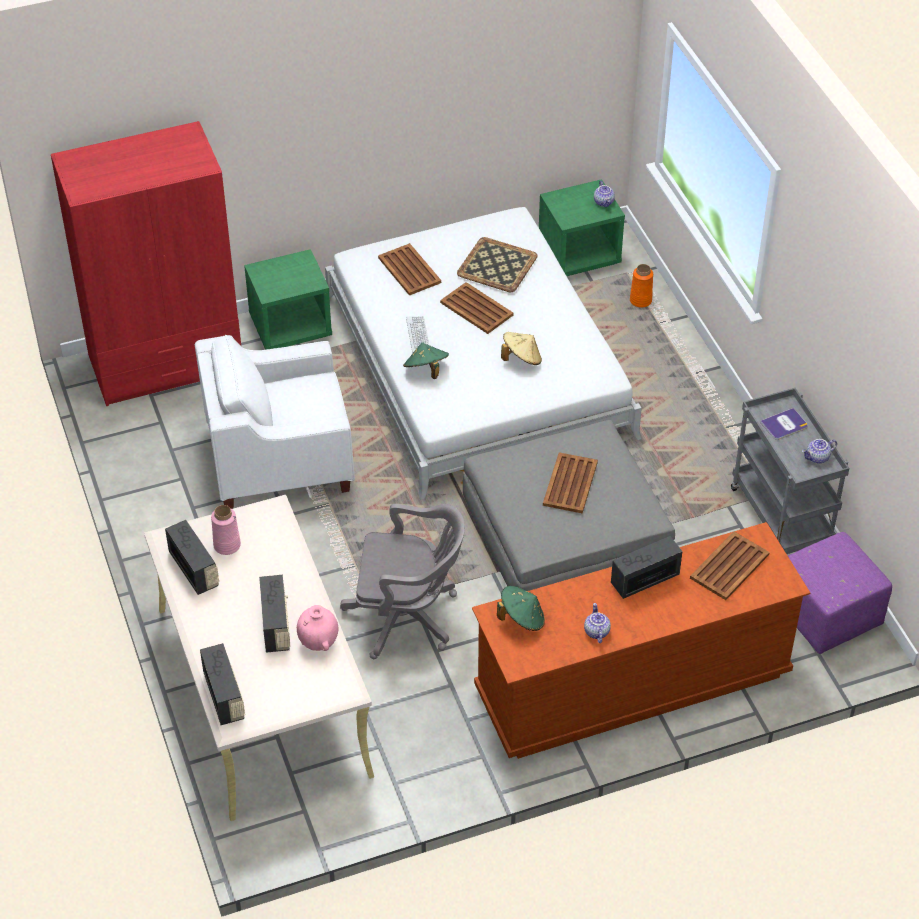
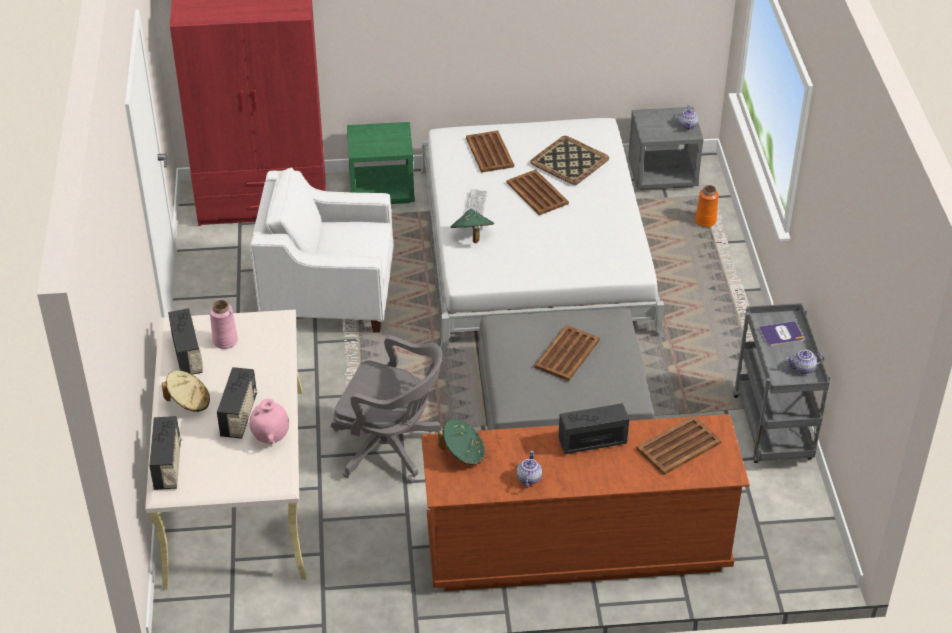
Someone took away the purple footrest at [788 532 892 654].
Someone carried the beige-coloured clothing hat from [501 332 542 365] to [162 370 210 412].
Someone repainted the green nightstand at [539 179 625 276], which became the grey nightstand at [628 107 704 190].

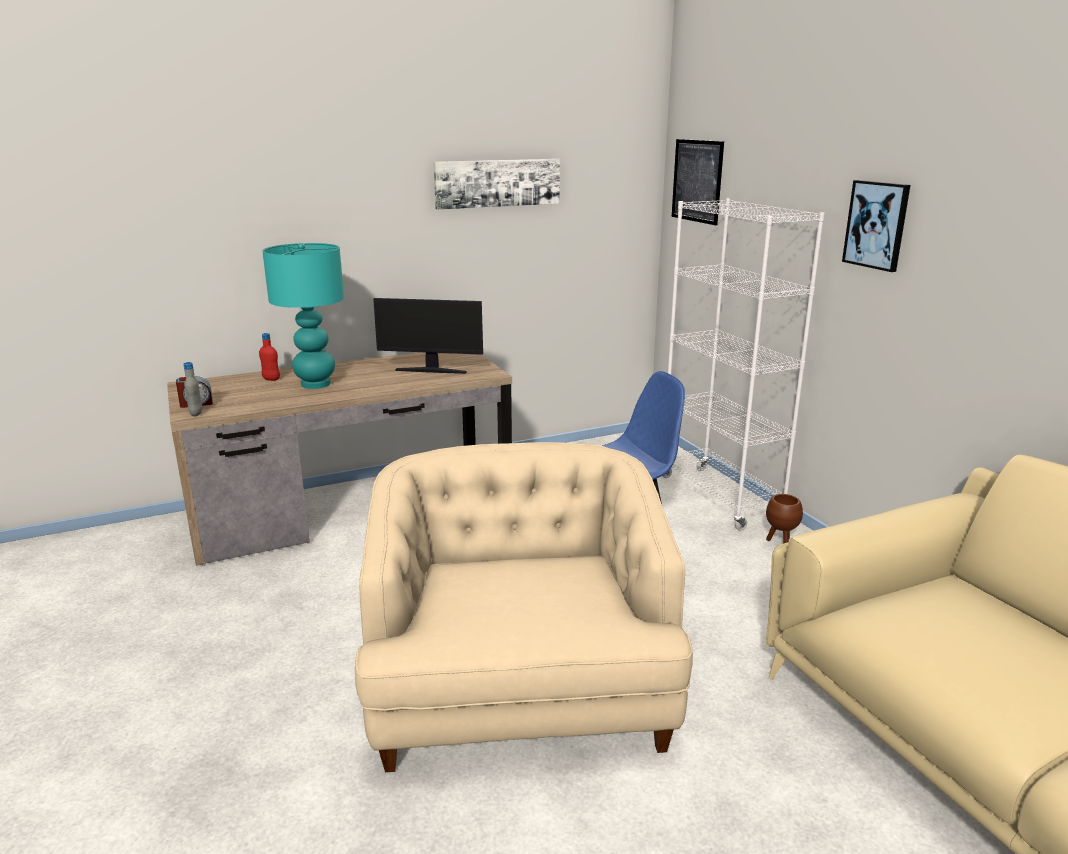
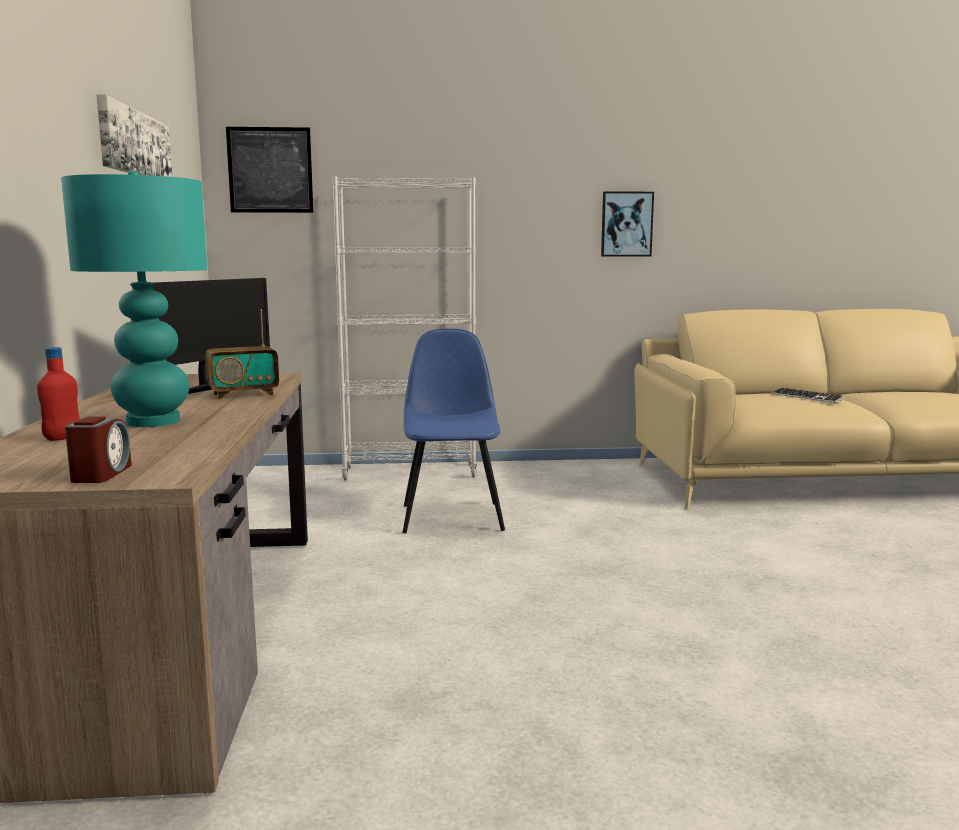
Someone took away the grey beverage bottle at [183 362 203 416].
Someone took away the beige-coloured armchair at [355 442 693 772].
Someone took away the brown-coloured plant pot at [766 494 803 543].
Someone put down the radio receiver at [205 309 279 399].
Someone put down the keyboard at [772 388 845 403].
Someone carried the wall art from [842 180 911 272] to [601 191 654 257].

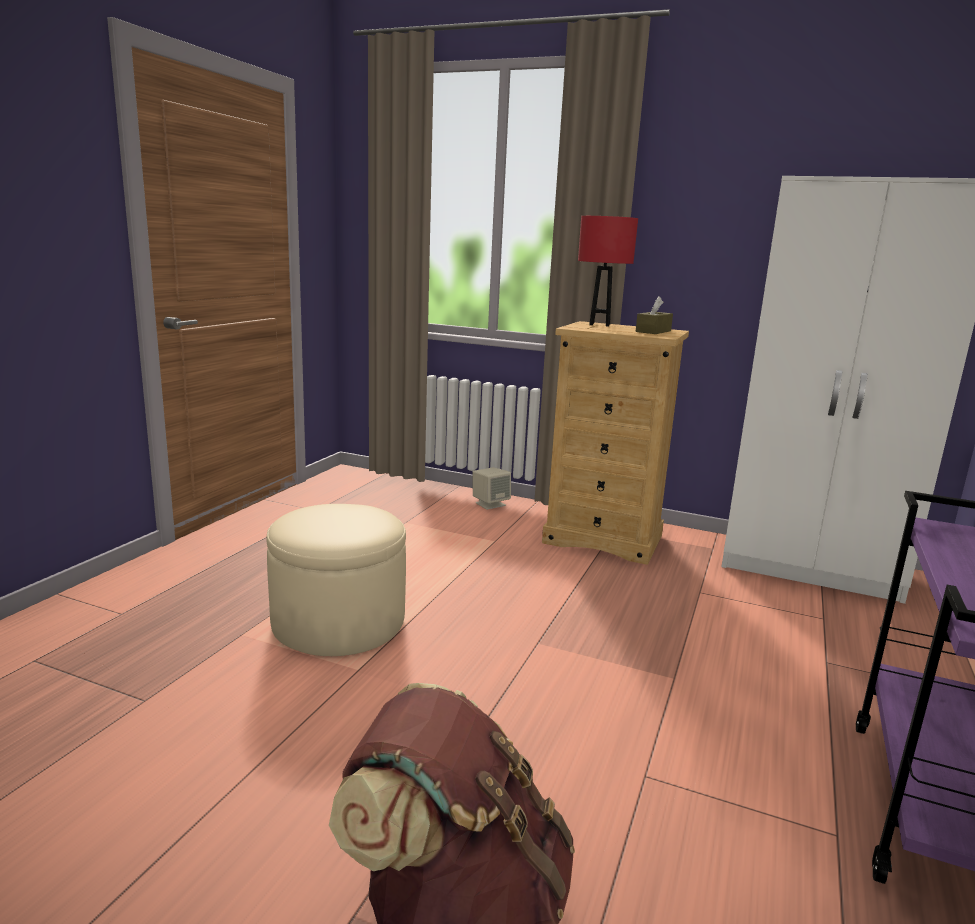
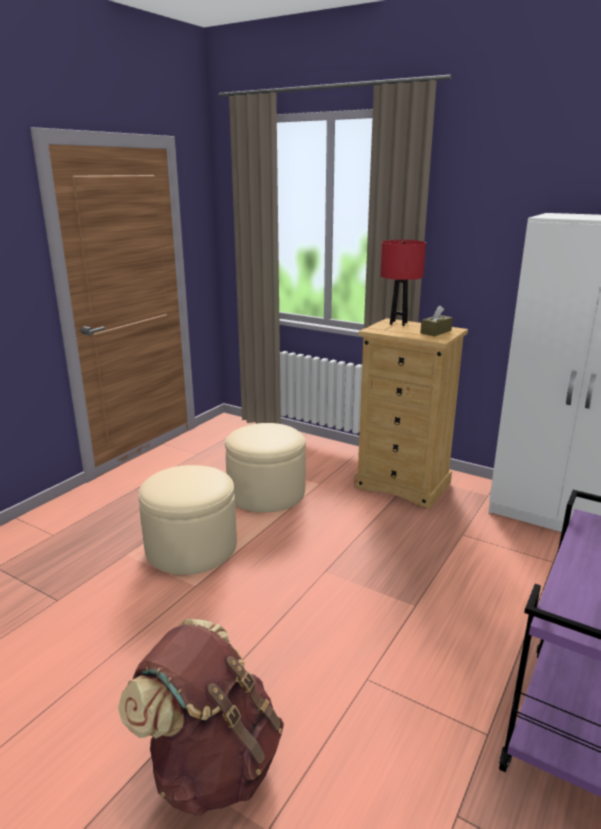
Someone took away the beige-coloured loudspeaker at [473 467 511 510].
Someone put down the beige-coloured footrest at [225 423 306 512].

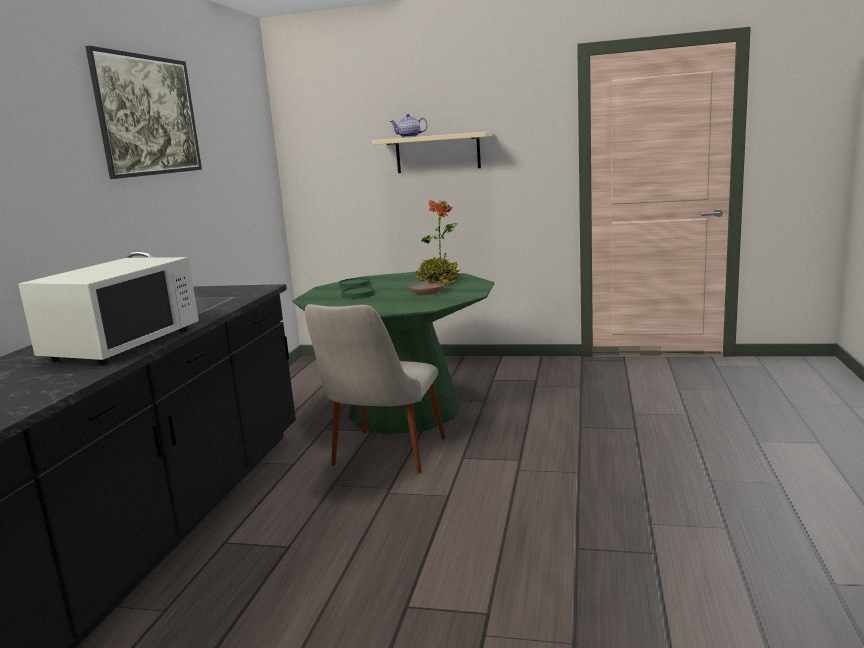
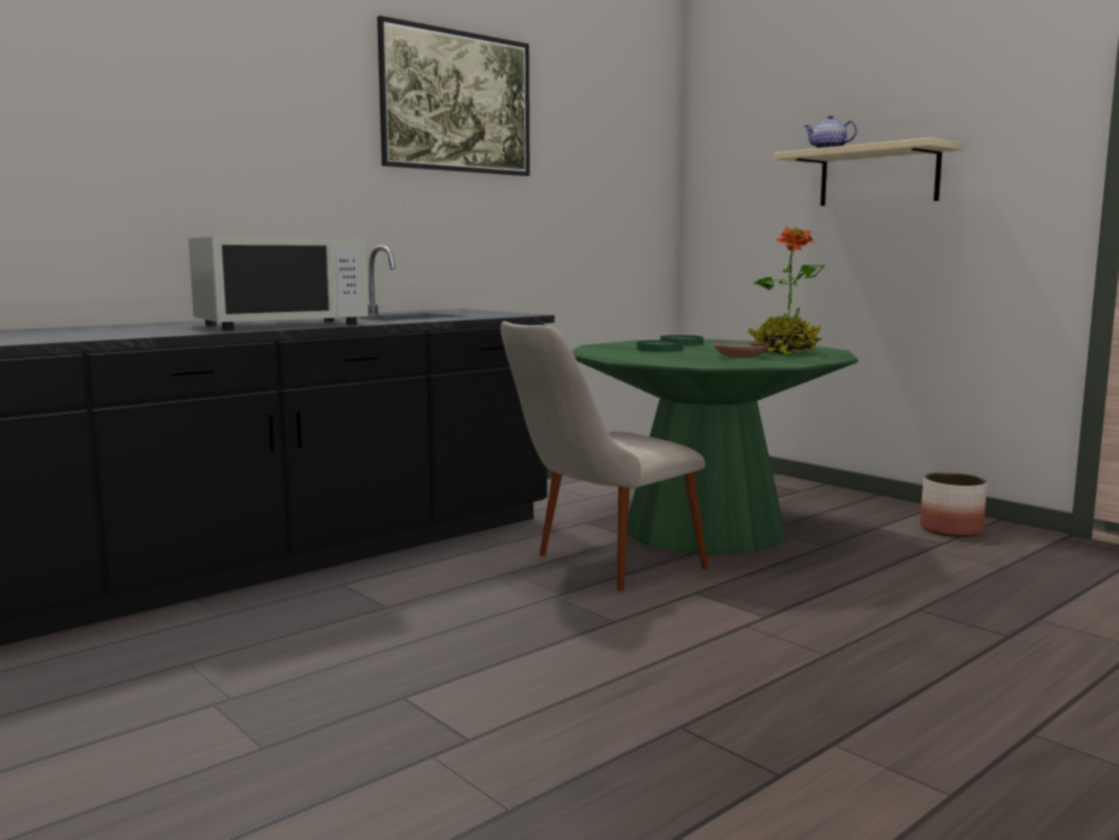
Someone put down the plant pot at [920 472 987 537].

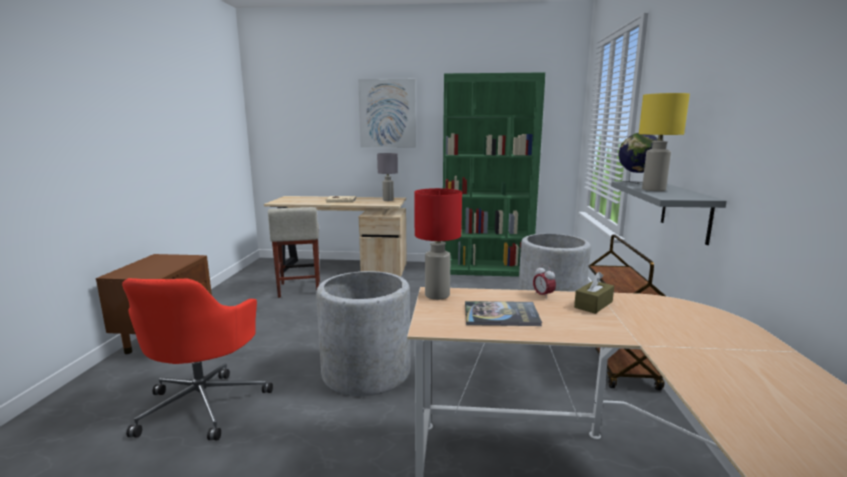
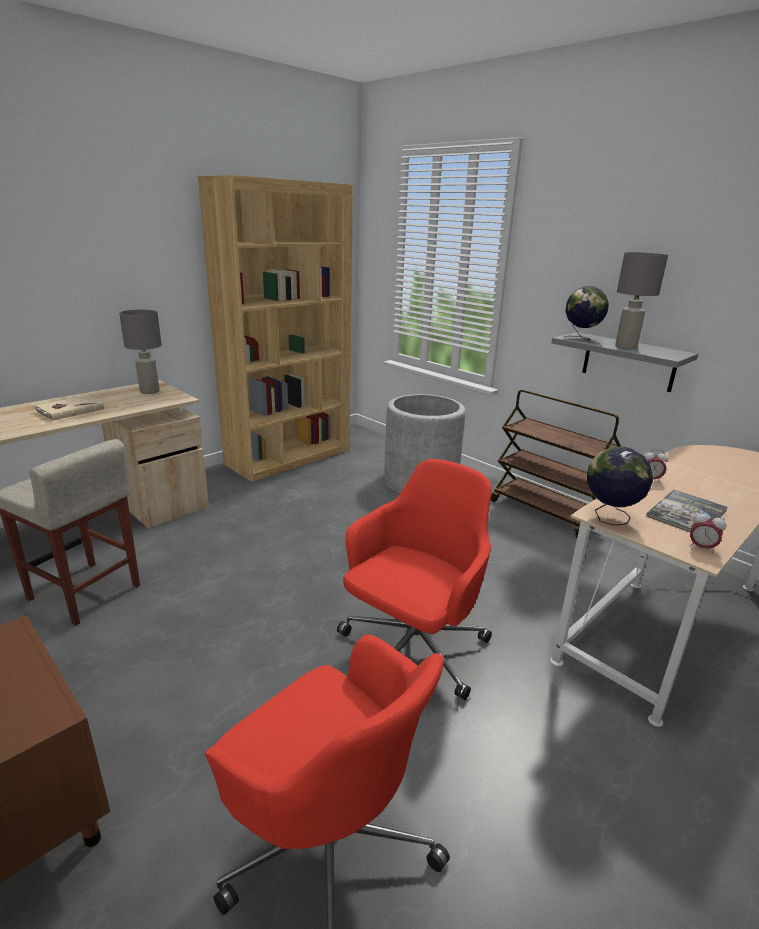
Someone took away the wall art at [358 79 416 148].
Someone took away the brown-coloured box of tissues at [574 272 614 314].
Someone put down the table clock at [690 511 727 553].
Someone swapped the grey plant pot at [316 271 410 396] for the red-coloured office chair at [337 459 492 700].
Someone swapped the red-coloured tabletop lamp at [414 188 462 300] for the world globe at [587 446 653 525].
Someone repainted the green shelving unit at [443 72 545 277], which became the brown-coloured shelving unit at [198 175 353 482].
Someone repainted the yellowish tabletop lamp at [639 93 690 191], which became the grey tabletop lamp at [615 252 668 350].

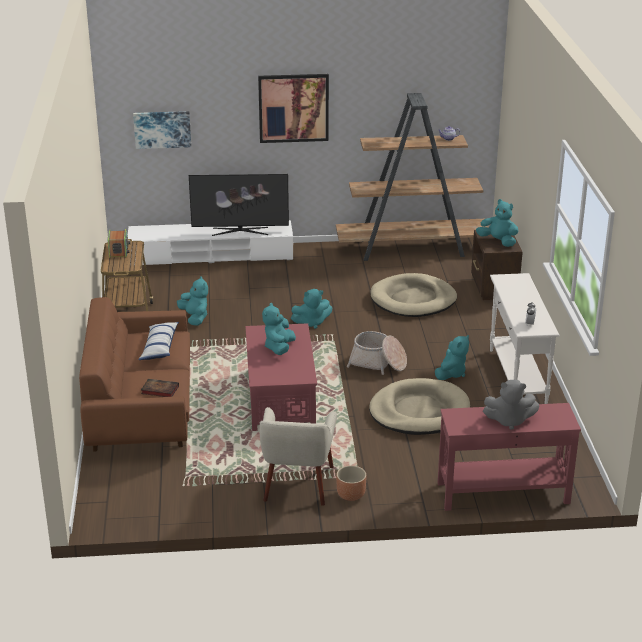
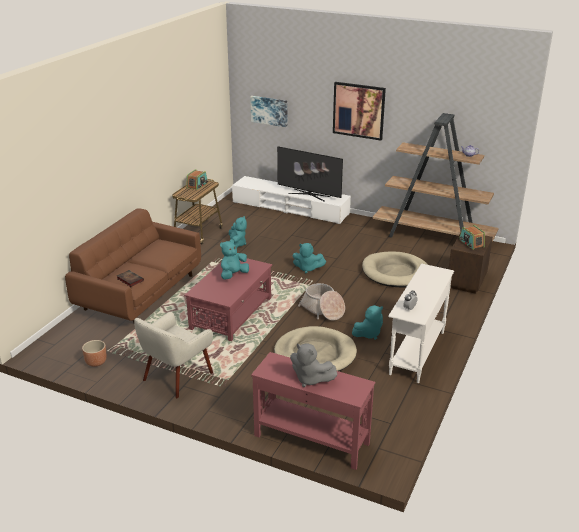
Someone took away the pillow at [138 322 179 360].
Someone carried the brown-coloured plant pot from [336 465 367 501] to [82 340 107 367].
Someone swapped the turquoise-coloured soft toy at [476 199 518 247] for the radio receiver at [459 225 485 250].

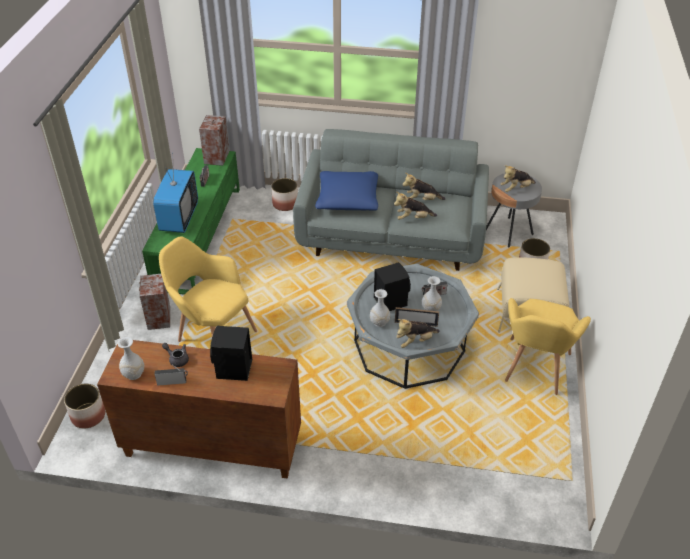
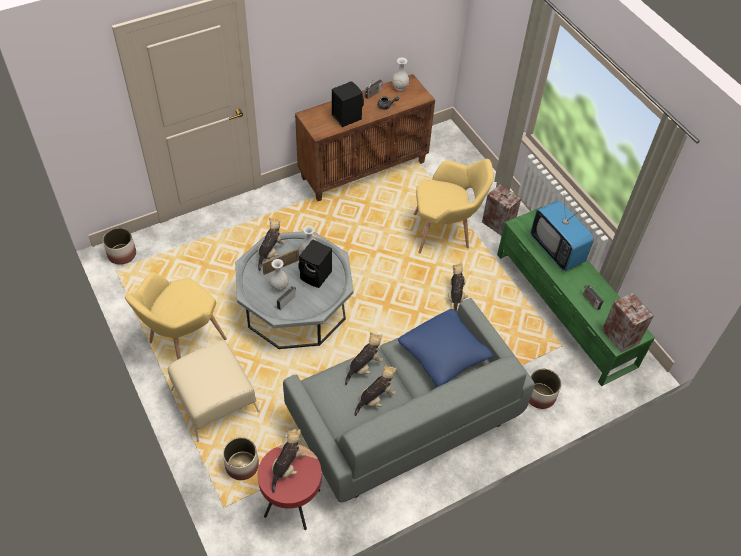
Someone put down the soft toy at [448 261 468 312].
Someone carried the plant pot from [64 384 105 428] to [103 228 136 265].
Someone repainted the grey accent table at [486 173 542 247], which became the red-coloured accent table at [258 445 322 530].
Someone rotated the yellowish armchair at [505 298 591 395] by 120 degrees counterclockwise.

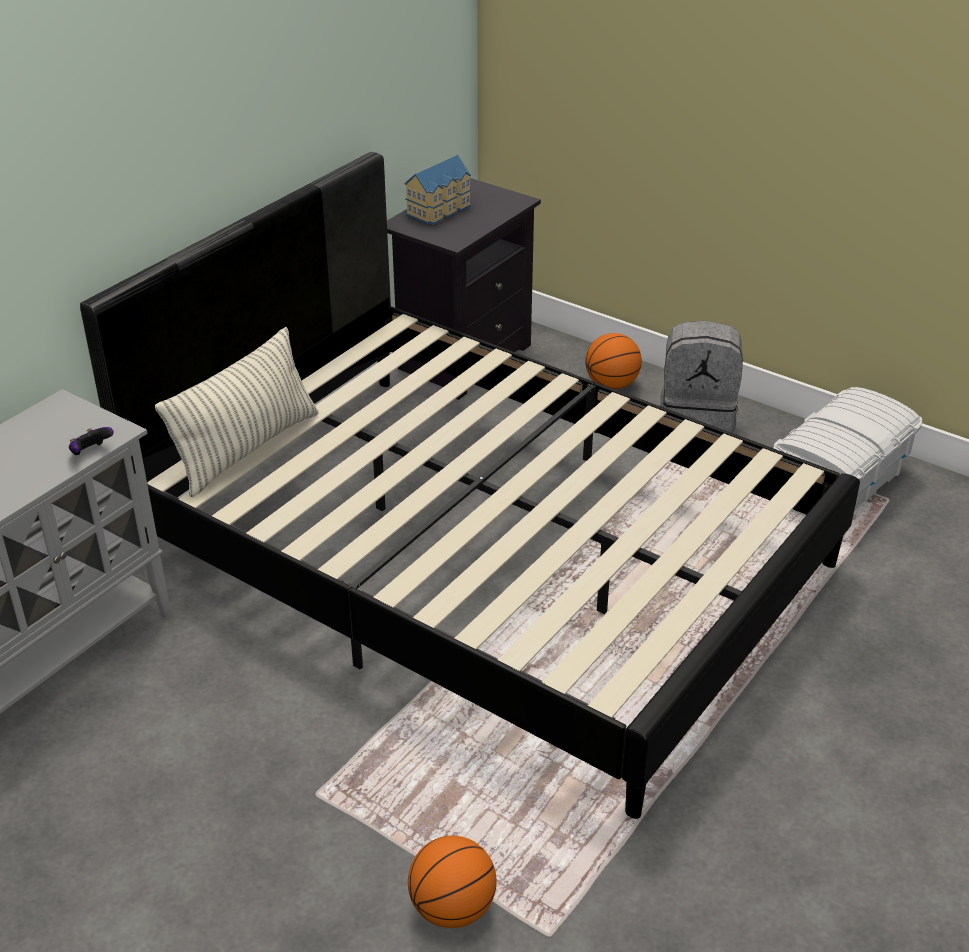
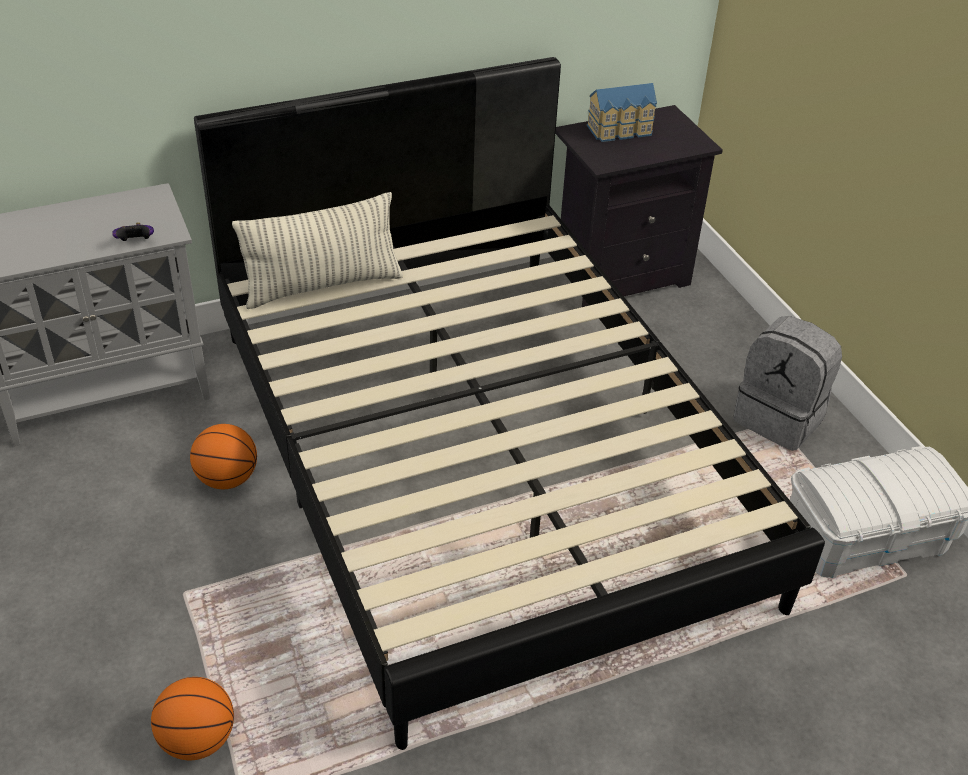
Someone carried the basketball from [585 333 642 389] to [190 424 257 489].

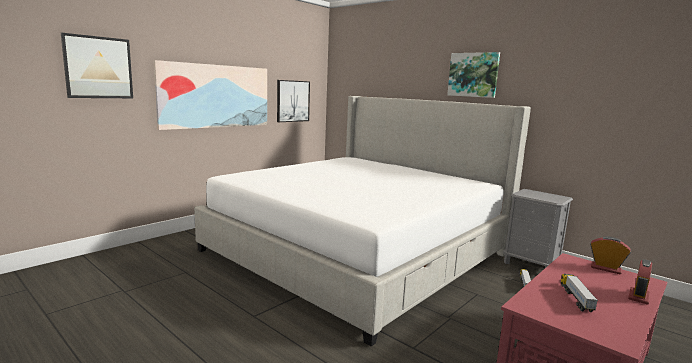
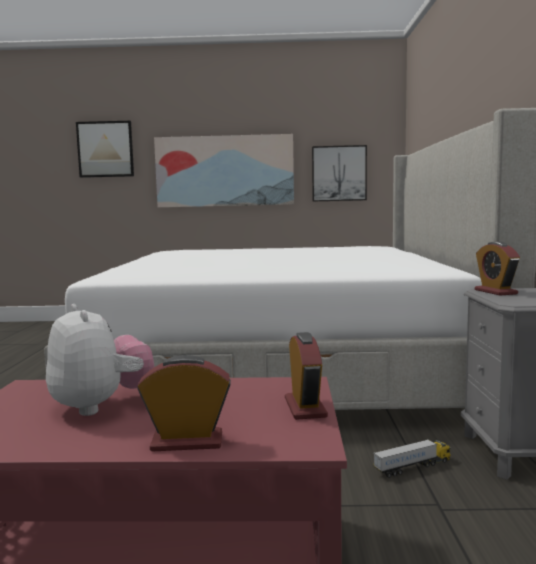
Someone took away the wall art at [447 52 500 98].
Someone put down the table clock at [475 242 520 295].
Someone swapped the toy truck at [561 274 598 312] for the soft toy at [46 304 155 416].

